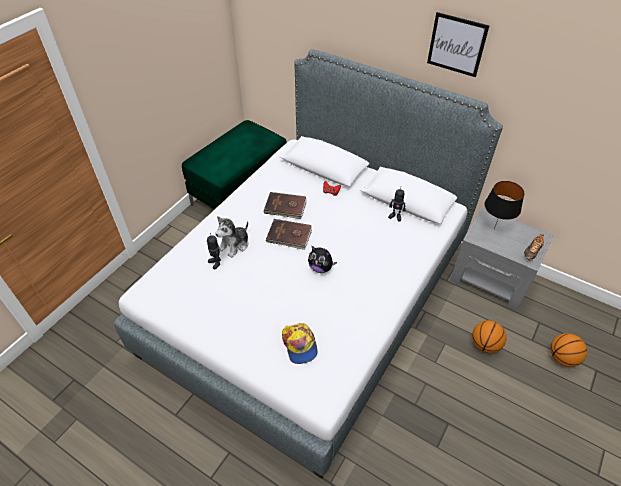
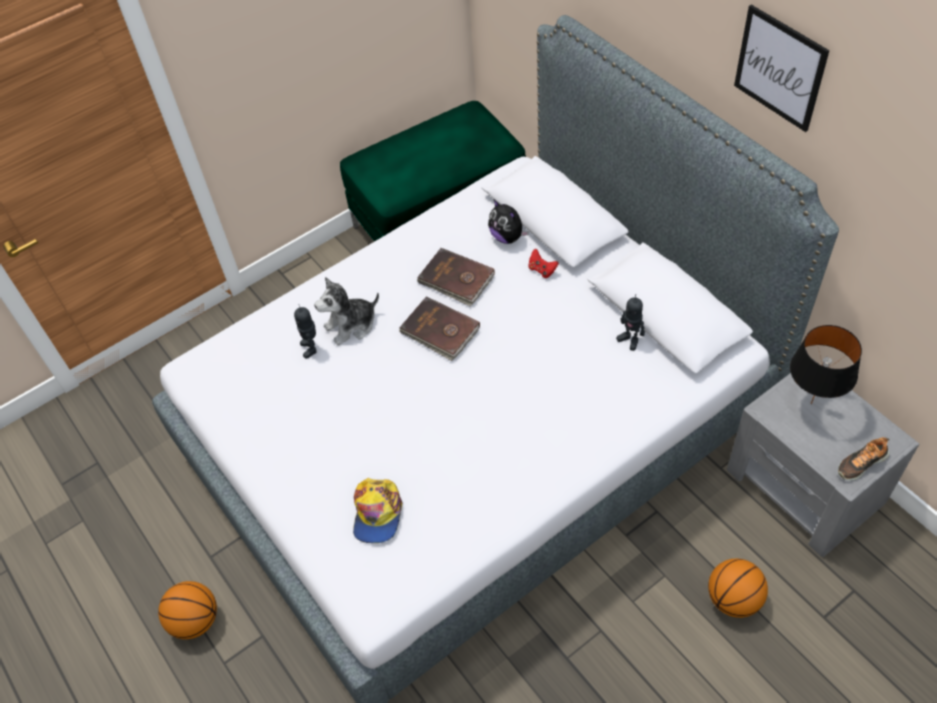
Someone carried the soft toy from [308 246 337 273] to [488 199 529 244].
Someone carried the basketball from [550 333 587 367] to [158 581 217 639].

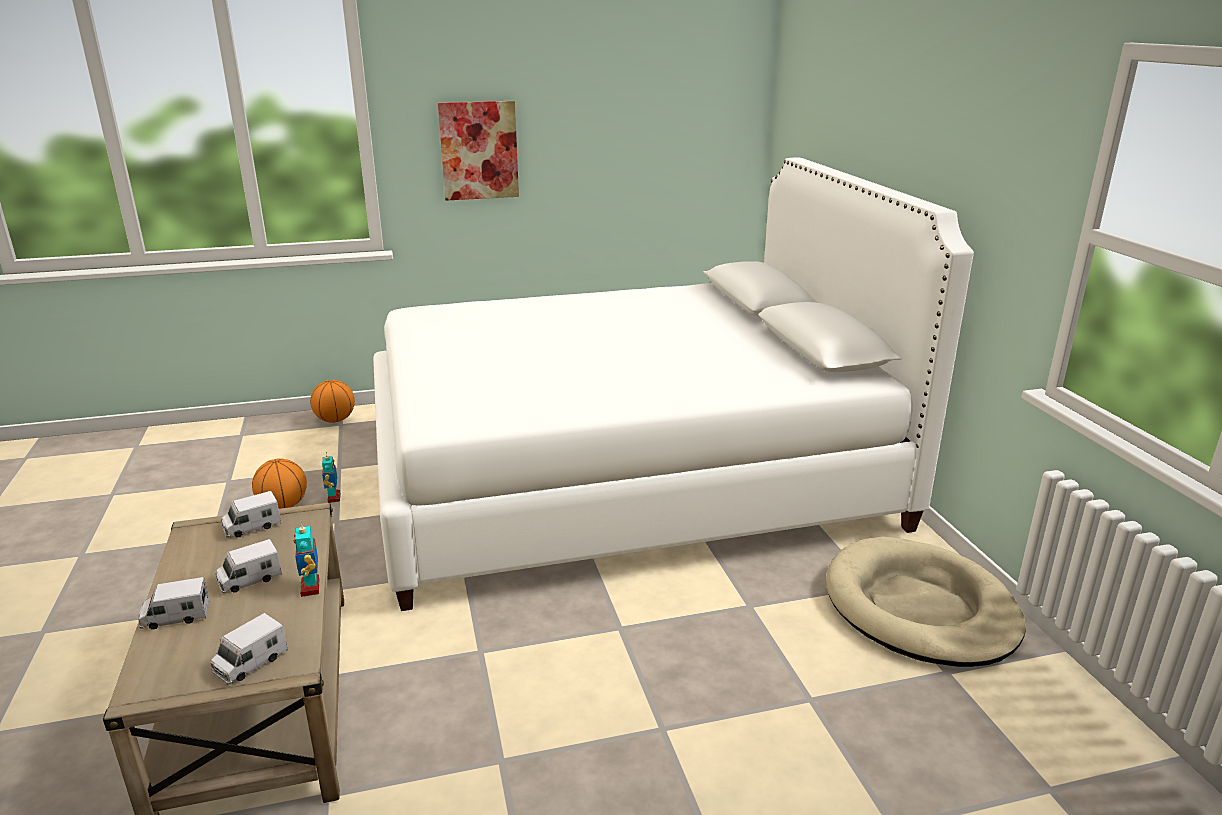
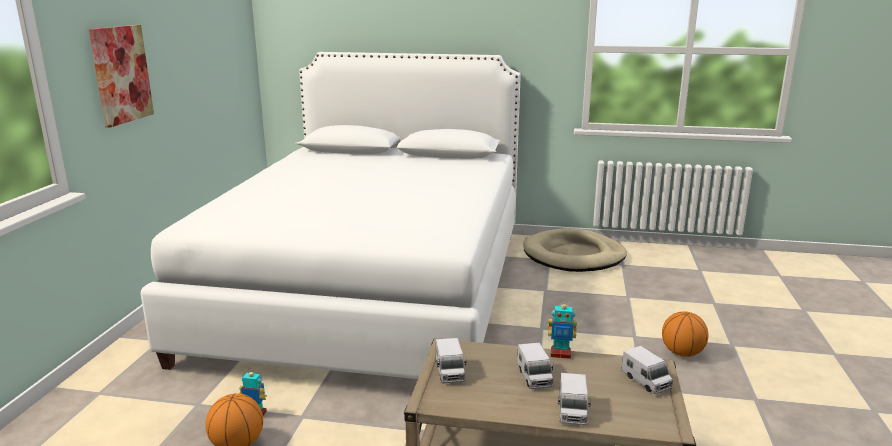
Someone carried the basketball from [310 380 355 423] to [662 311 709 357].

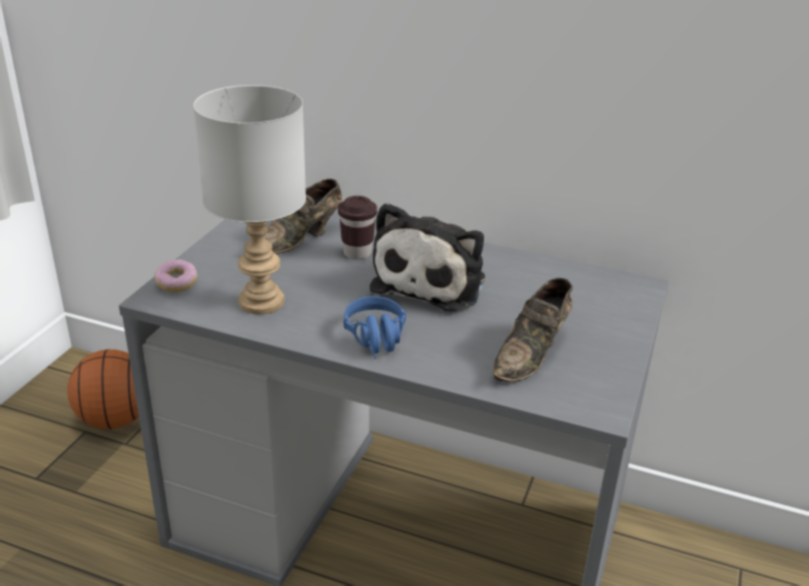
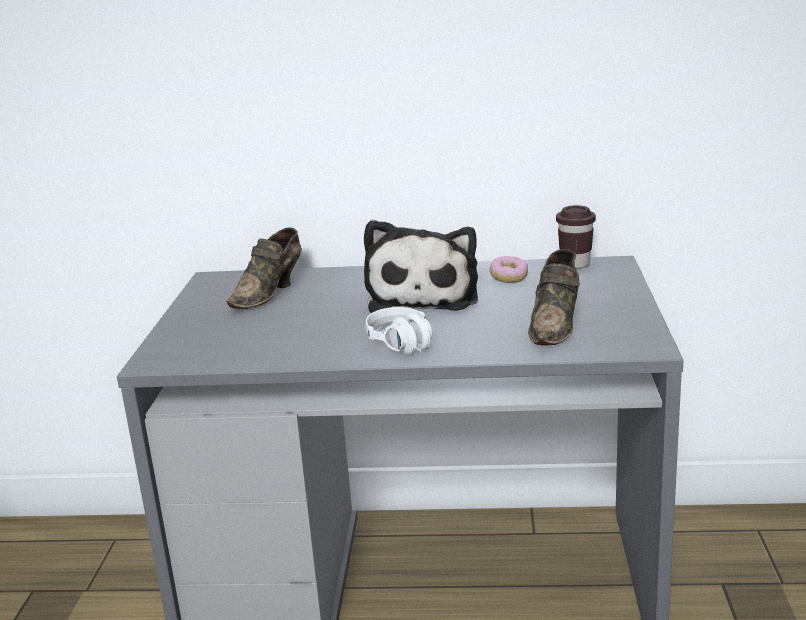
Someone took away the basketball at [67 349 139 429].
Someone took away the grey tabletop lamp at [193 85 306 314].
Someone carried the donut from [154 259 197 293] to [490 256 528 283].
Someone carried the brown-coloured cup from [338 196 377 260] to [556 205 596 269].
Someone repainted the blue headset at [344 296 406 359], which became the whitish headset at [365 307 432 355].

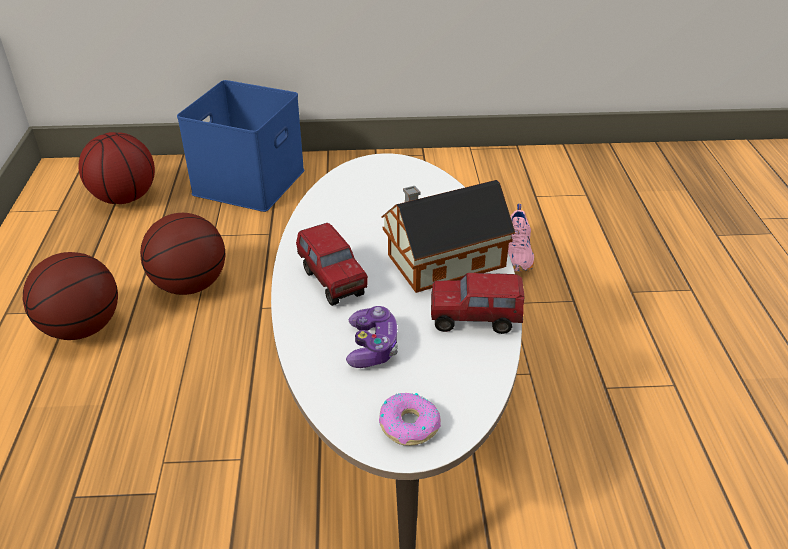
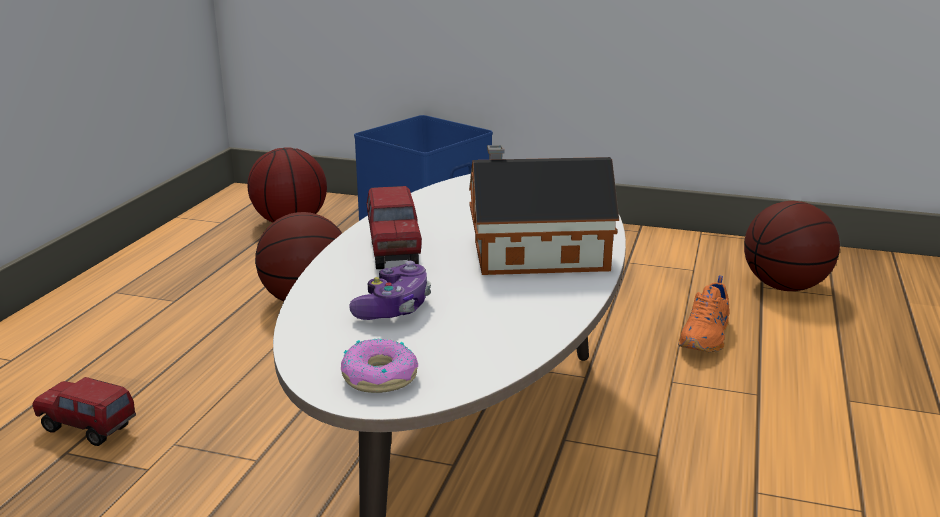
Someone carried the basketball from [23 252 118 340] to [744 201 840 291].
Someone carried the toy truck from [431 273 525 334] to [32 377 136 446].
Someone repainted the pinkish item of footwear at [508 204 534 272], which became the orange item of footwear at [678 275 730 352].

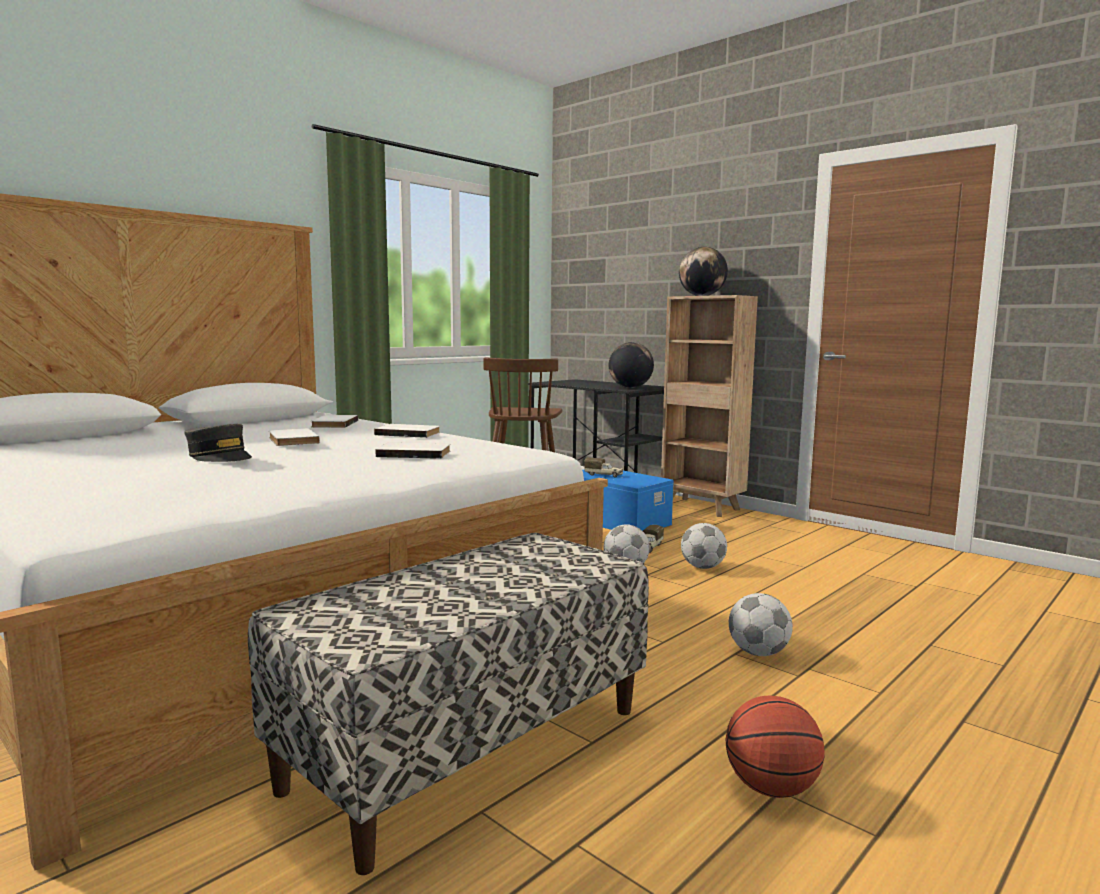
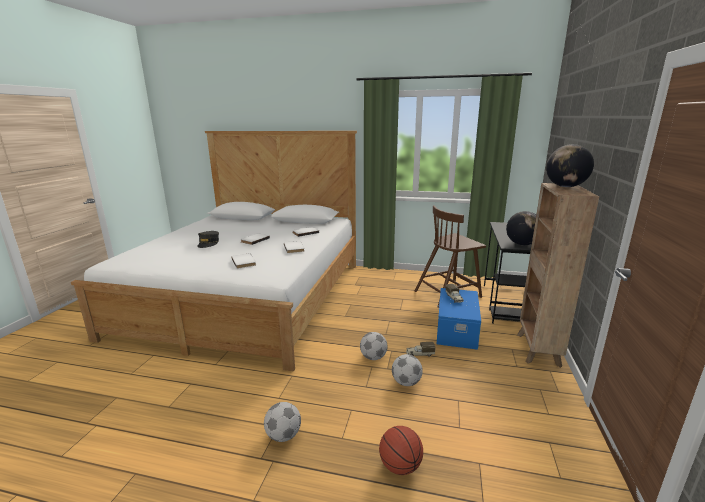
Someone took away the long seat at [248 533 649 875].
Someone carried the basketball from [726 696 825 798] to [379 426 423 475].

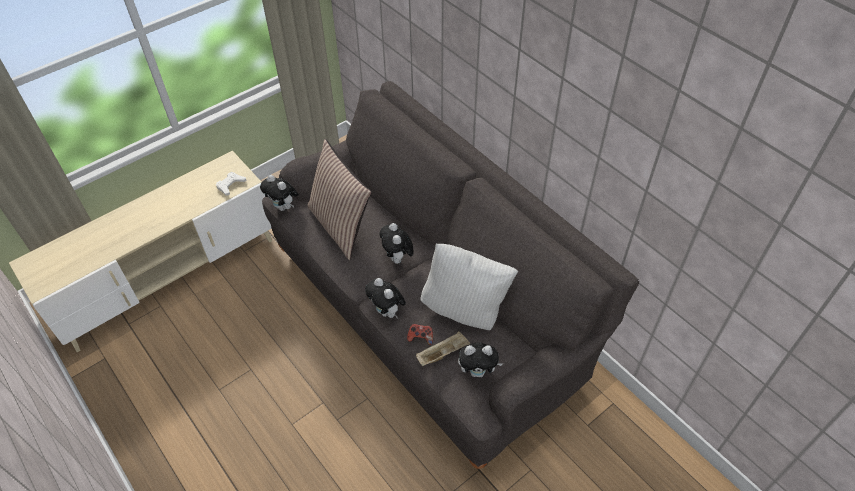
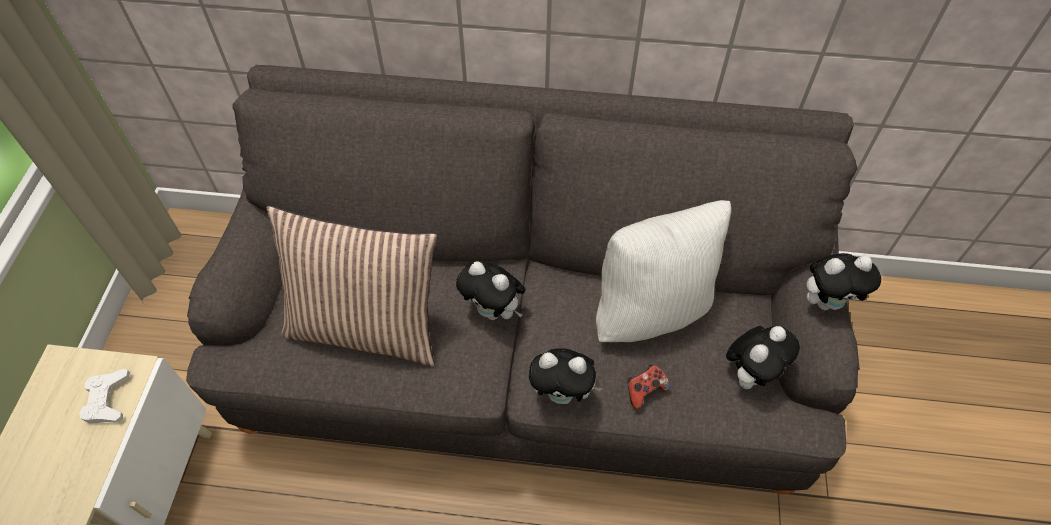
Someone took away the beige-coloured serving tray at [416 332 470 366].
Someone carried the soft toy from [260 175 299 211] to [806 253 881 310].

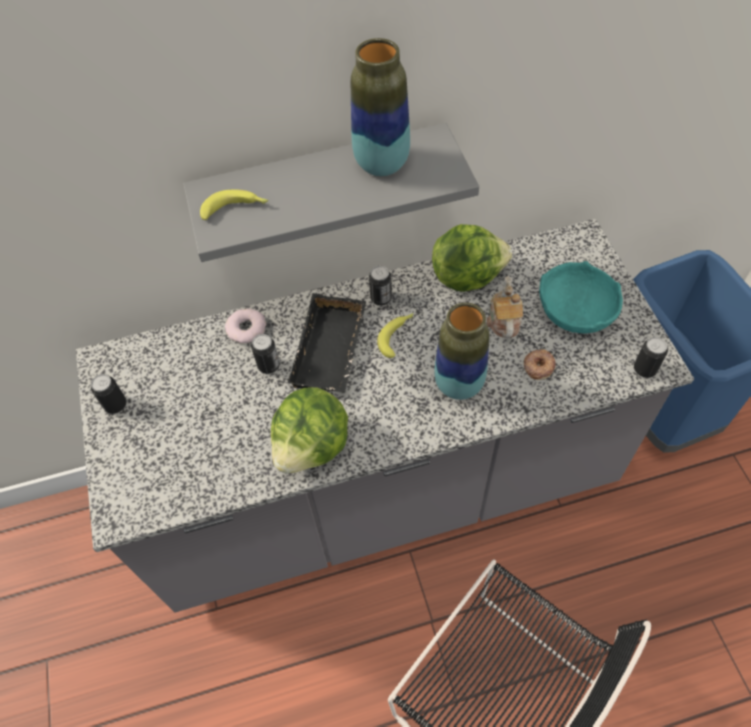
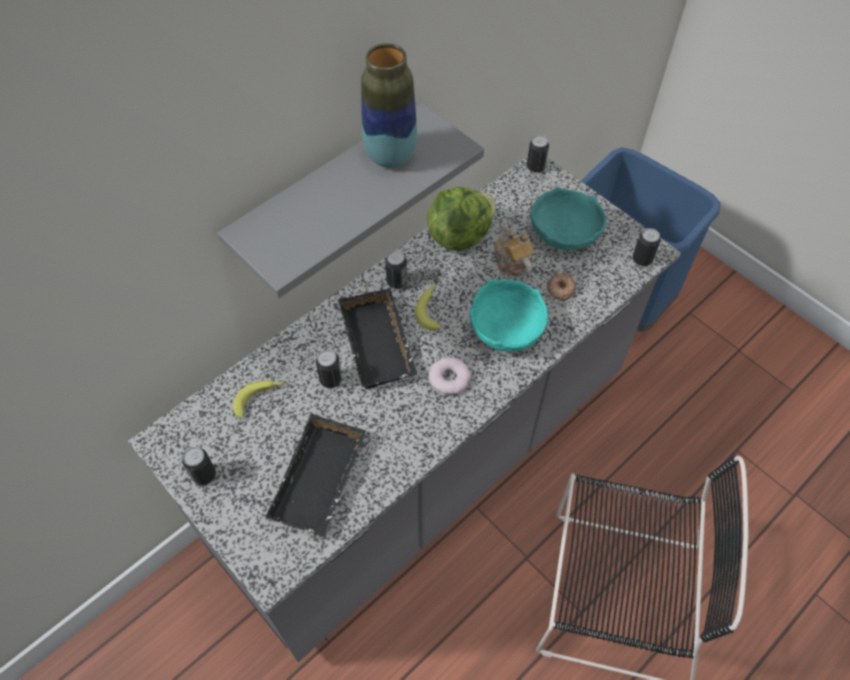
Someone took away the head of lettuce at [271 387 348 474].
Someone put down the blackish serving tray at [265 414 366 537].
Someone put down the can at [527 135 549 173].
Someone carried the banana from [200 189 268 220] to [233 380 284 418].
Someone carried the donut from [225 308 266 344] to [429 357 471 394].
Someone swapped the flower vase at [434 303 489 400] for the turquoise-coloured bowl at [469 279 548 352].

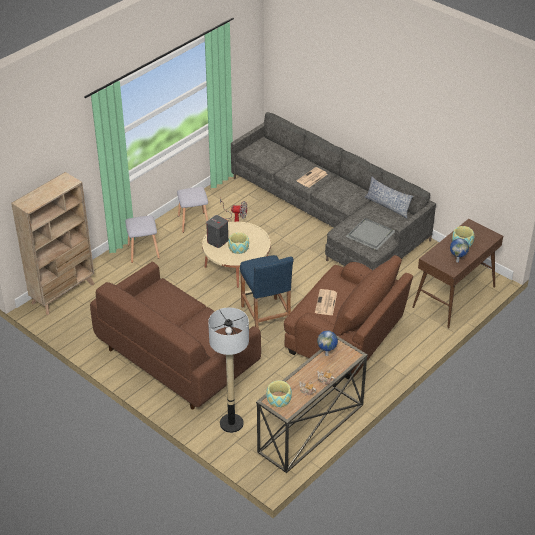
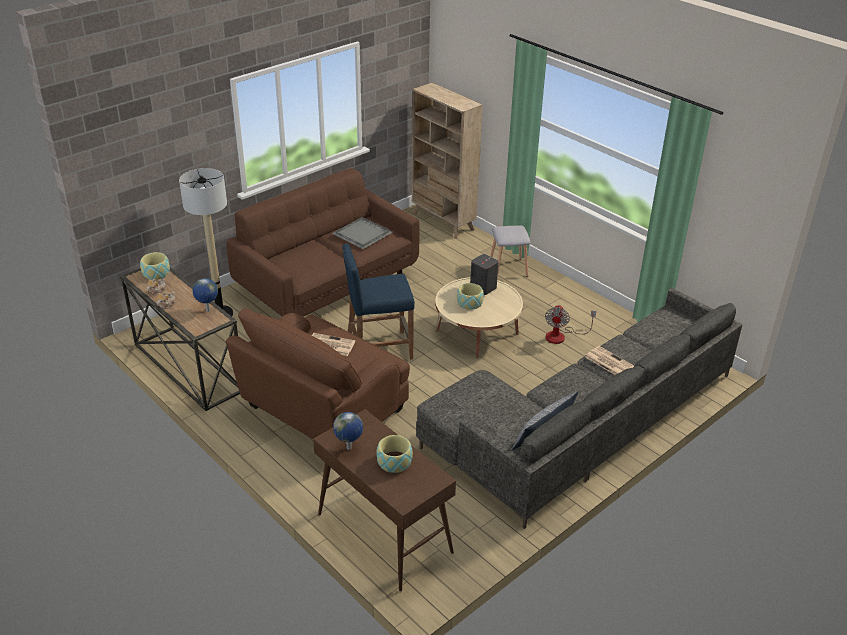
Someone took away the grey stool seat at [177 187 208 233].
Someone carried the grey serving tray from [346 218 395 250] to [332 217 393 249].

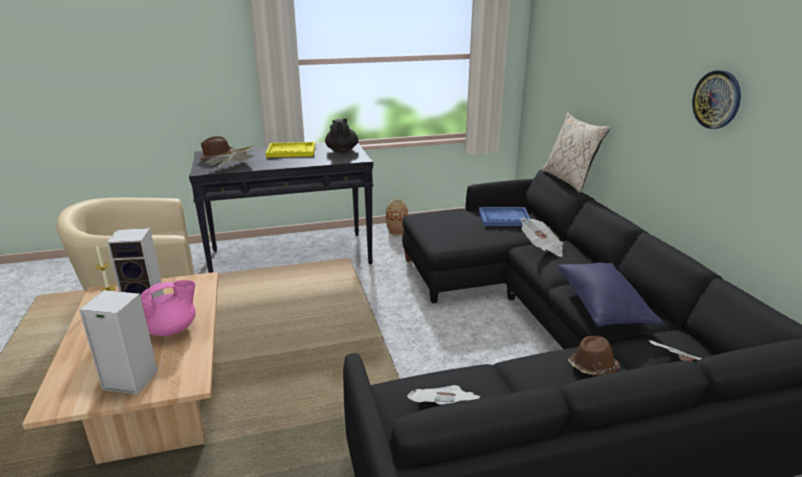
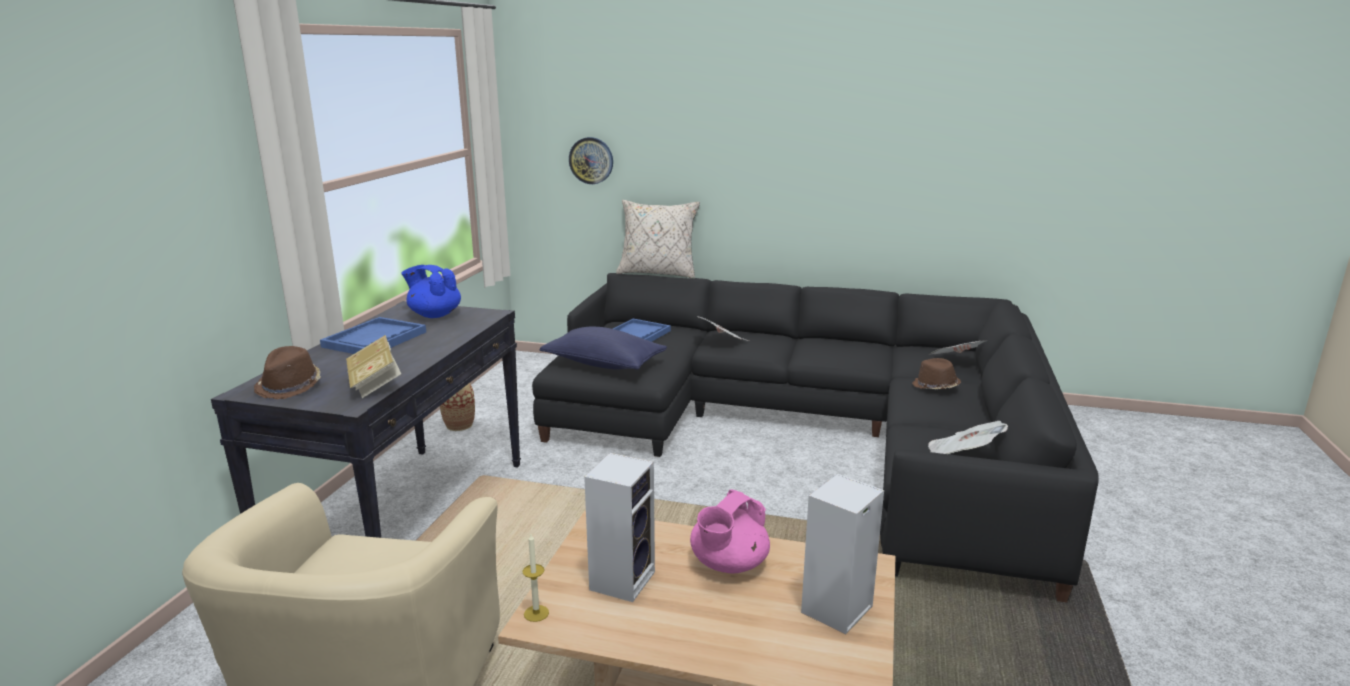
Someone carried the blue pillow from [558 262 663 327] to [540 327 667 370].
Someone carried the wall clock from [692 70 741 129] to [569 137 613 184].
Someone repainted the yellowish serving tray at [266 142 315 157], which became the blue serving tray at [320 317 426 354].
Someone repainted the blackish teapot at [325 118 358 152], which became the blue teapot at [401 265 461 318].
Someone rotated the pinkish teapot at [140 280 196 336] by 135 degrees counterclockwise.

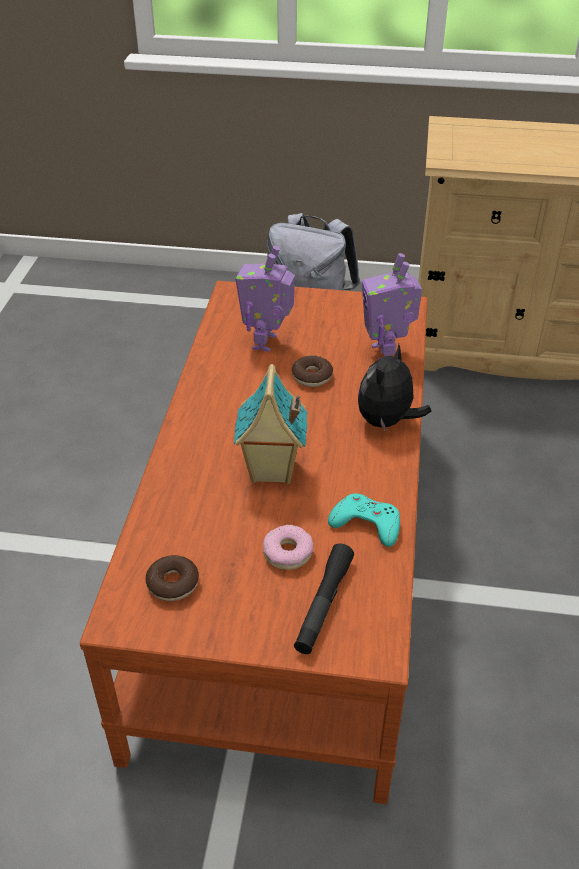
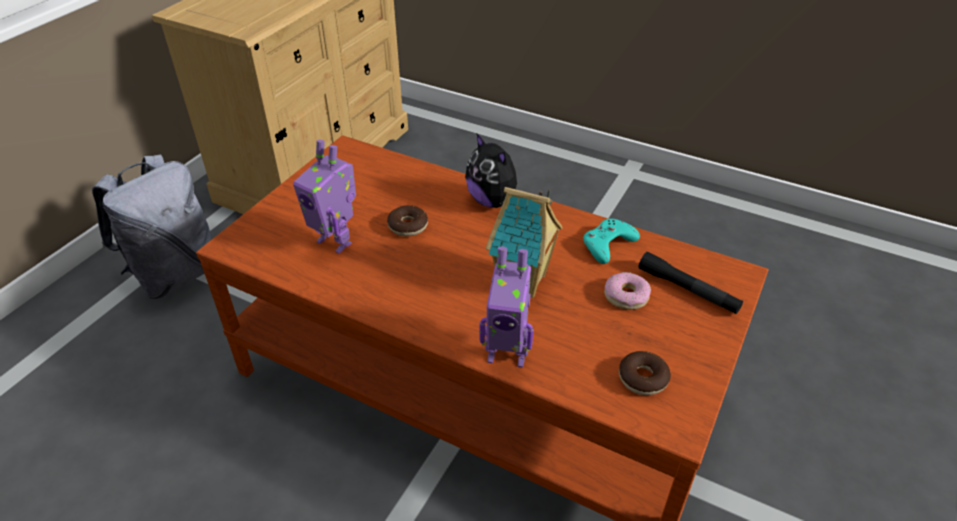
Someone carried the toy robot from [362 253 422 360] to [479 247 534 368].

